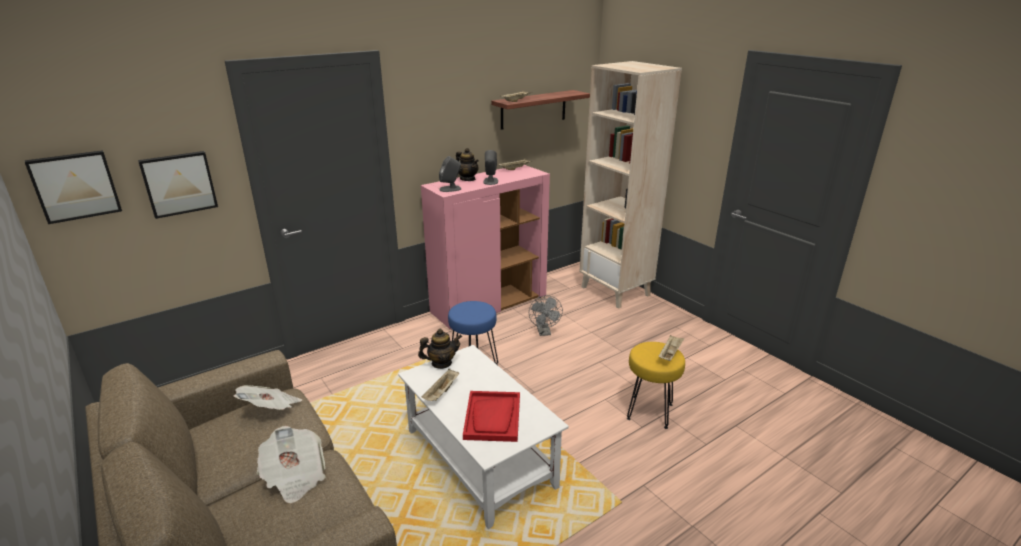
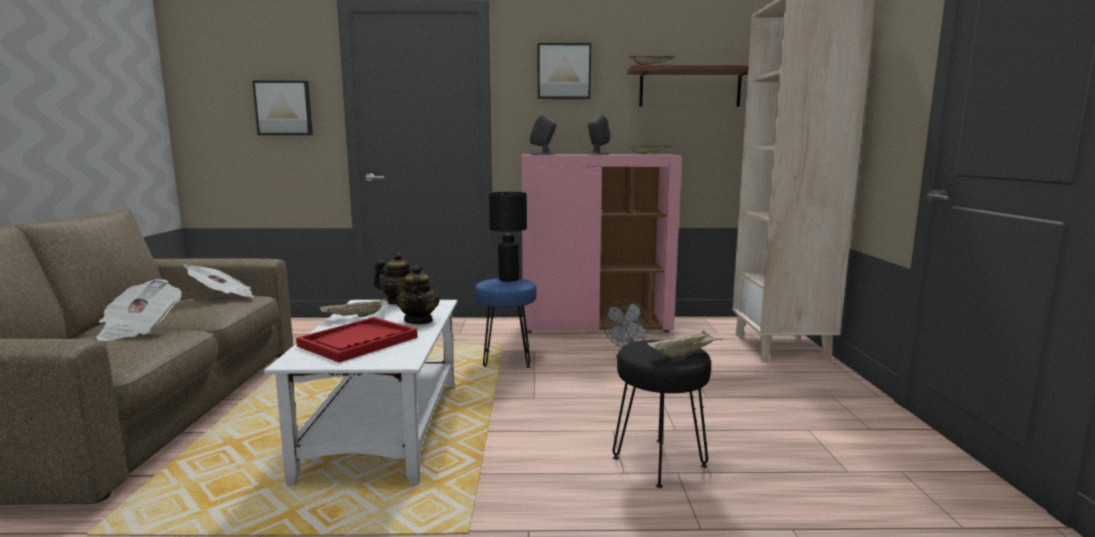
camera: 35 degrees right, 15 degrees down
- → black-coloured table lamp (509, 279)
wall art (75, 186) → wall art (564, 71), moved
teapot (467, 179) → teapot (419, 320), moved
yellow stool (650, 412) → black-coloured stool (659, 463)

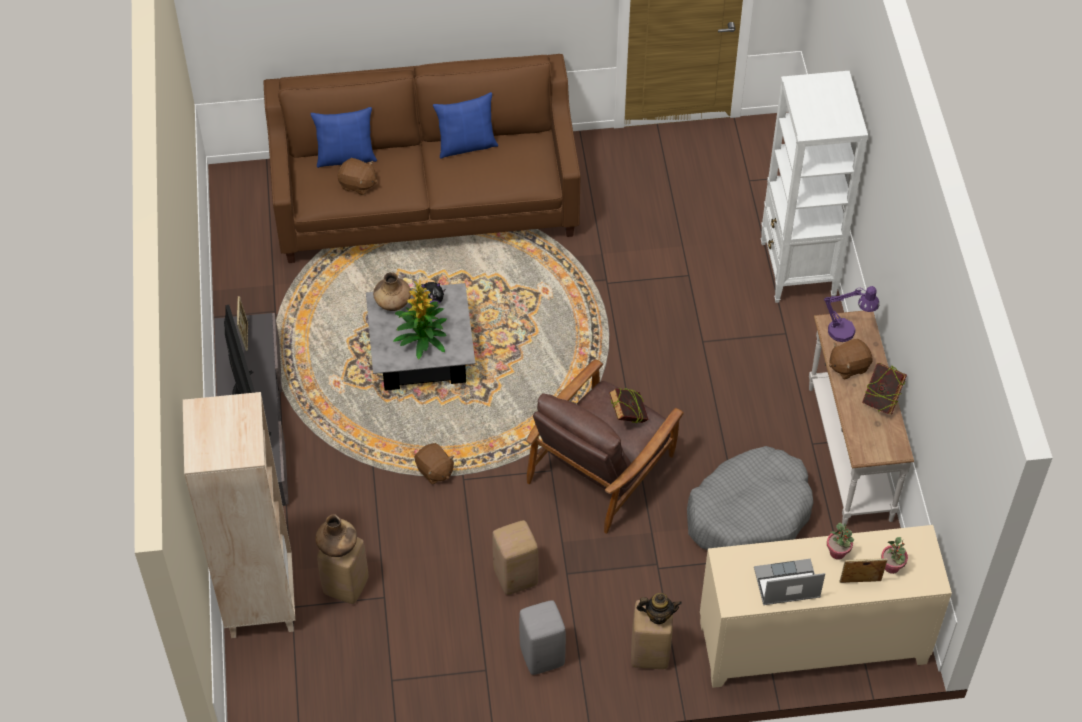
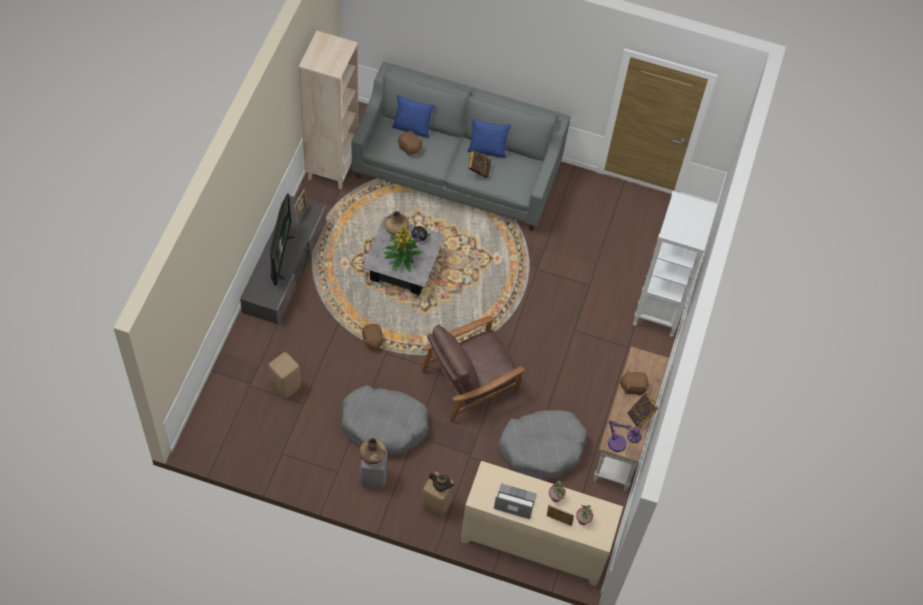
camera: 20 degrees right, 5 degrees up
sand-coloured bookshelf (260, 601) → sand-coloured bookshelf (331, 167), moved
brown decorative vase (337, 547) → brown decorative vase (372, 456), moved
volume (628, 417) → volume (478, 171), moved
purple-coloured table lamp (847, 332) → purple-coloured table lamp (620, 446), moved
sand-coloured stool (515, 578) → grey pet bed (383, 425)
brown sofa (425, 199) → grey sofa (457, 171)

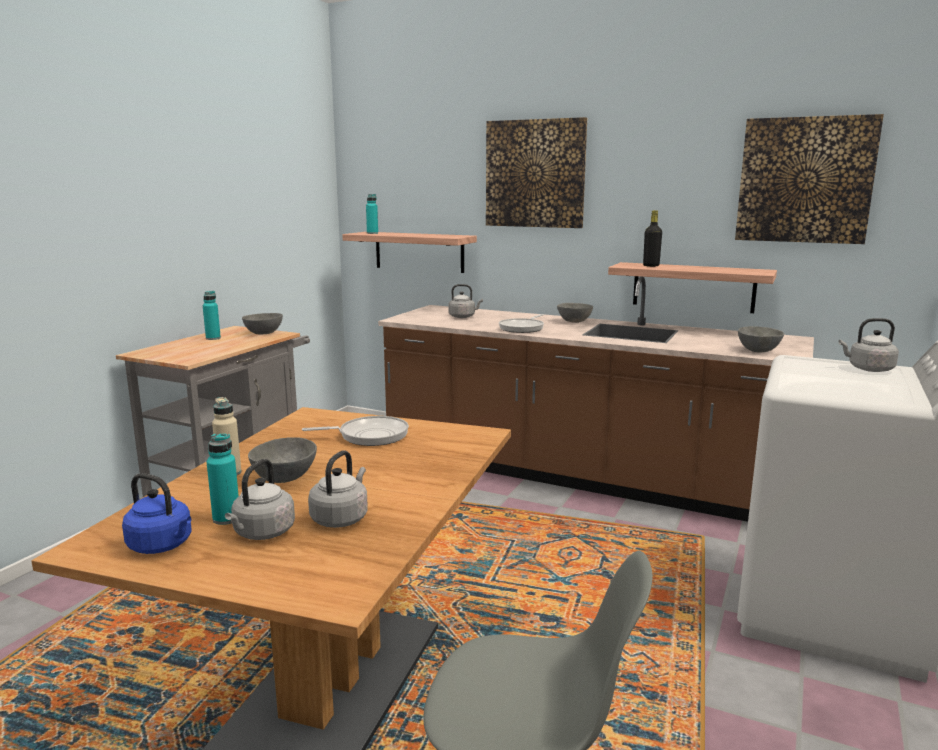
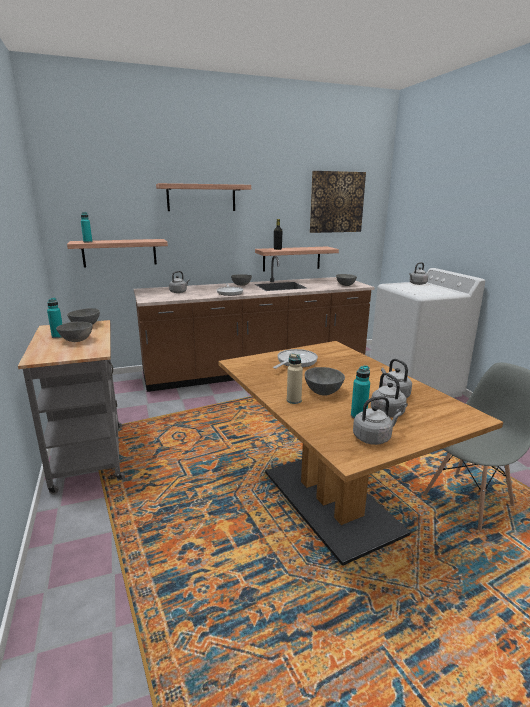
camera: 45 degrees left, 5 degrees up
- → grey deep dish (76, 340)
wall art (535, 174) → bracket shelf (201, 198)
bluish water kettle (162, 545) → grey water kettle (373, 438)

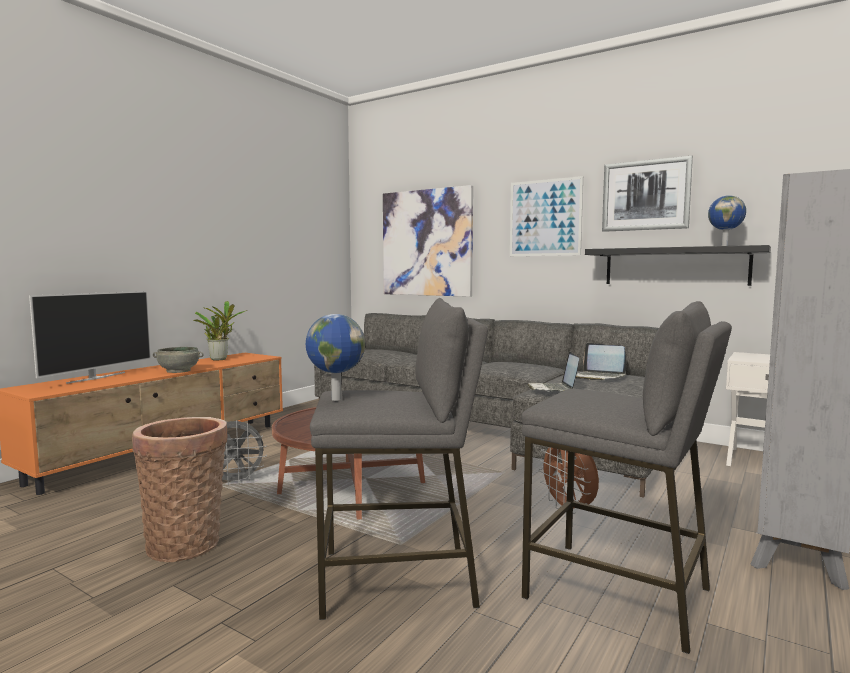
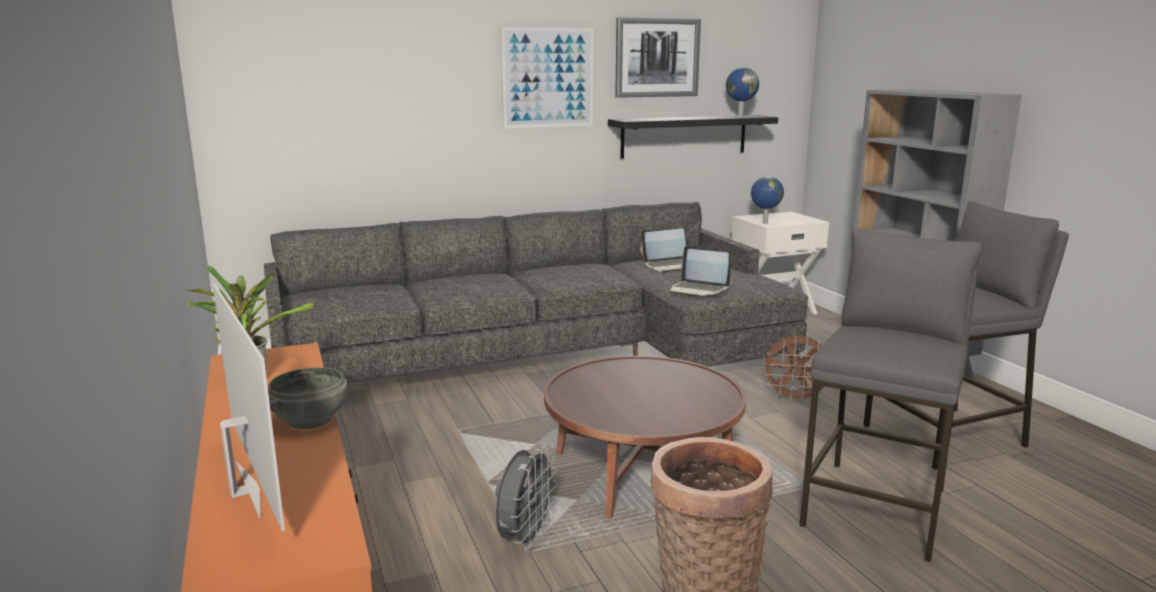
camera: 55 degrees left, 10 degrees up
wall art (427, 243) → -
globe (335, 399) → globe (764, 223), moved

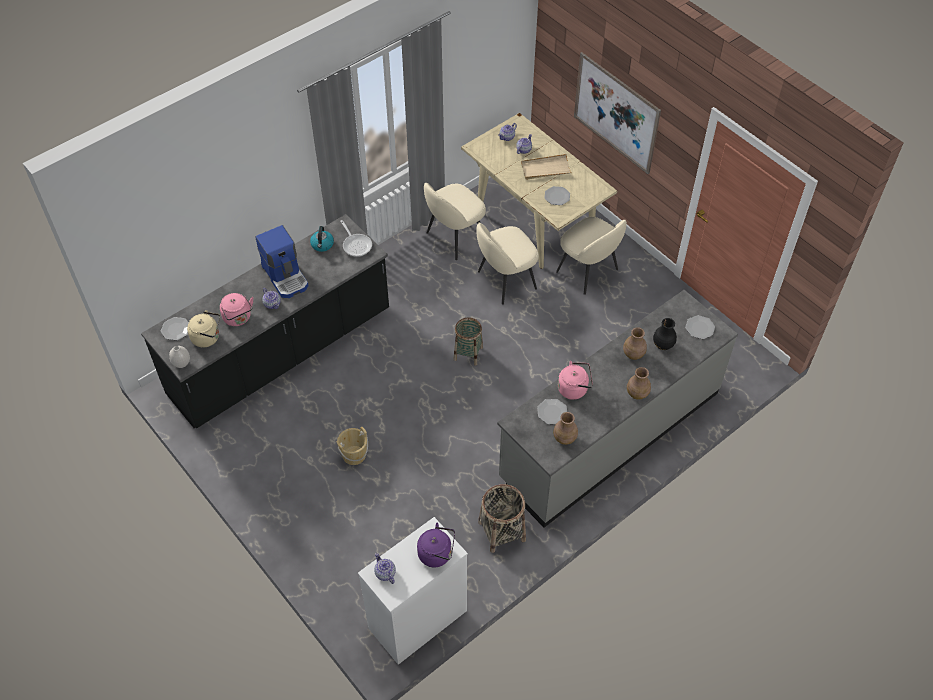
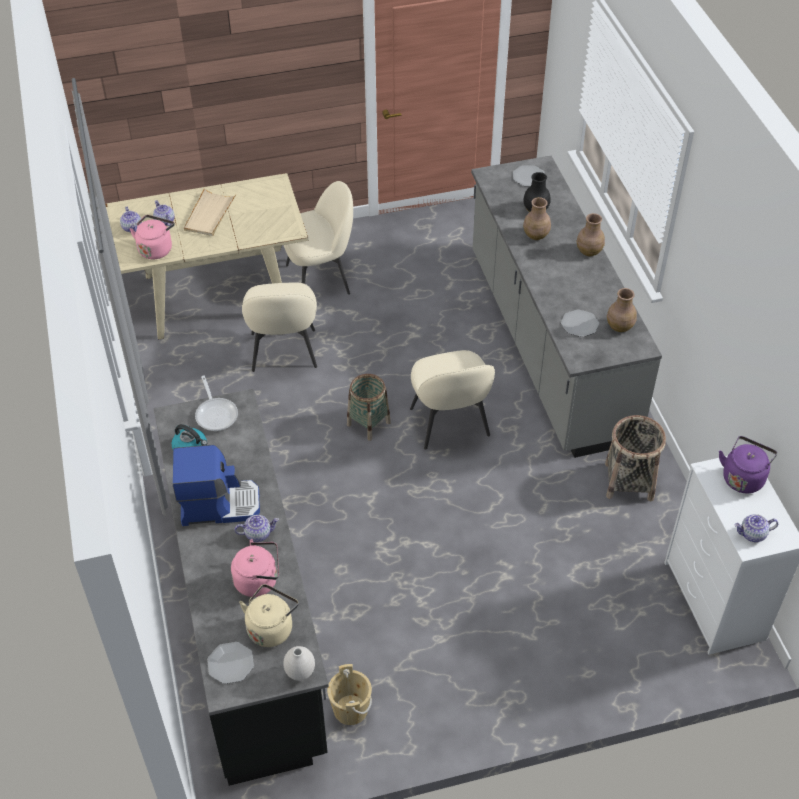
camera: 65 degrees left, 5 degrees down
plate (557, 196) → -
wall art (615, 113) → -
sand-coloured water bucket (354, 455) → sand-coloured water bucket (350, 709), moved
sand-coloured chair (454, 237) → sand-coloured chair (450, 424), moved
pinkish water kettle (574, 388) → pinkish water kettle (156, 249), moved
pan (356, 245) → pan (216, 413), 75 degrees clockwise

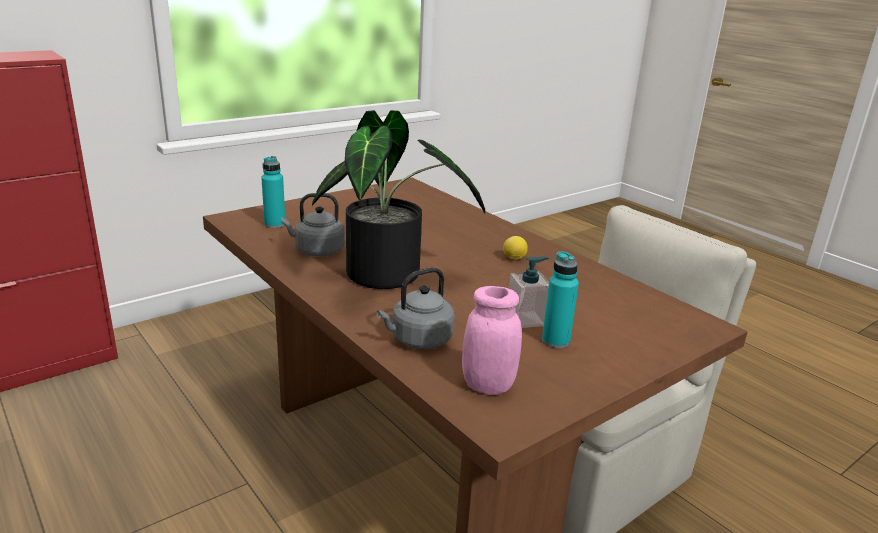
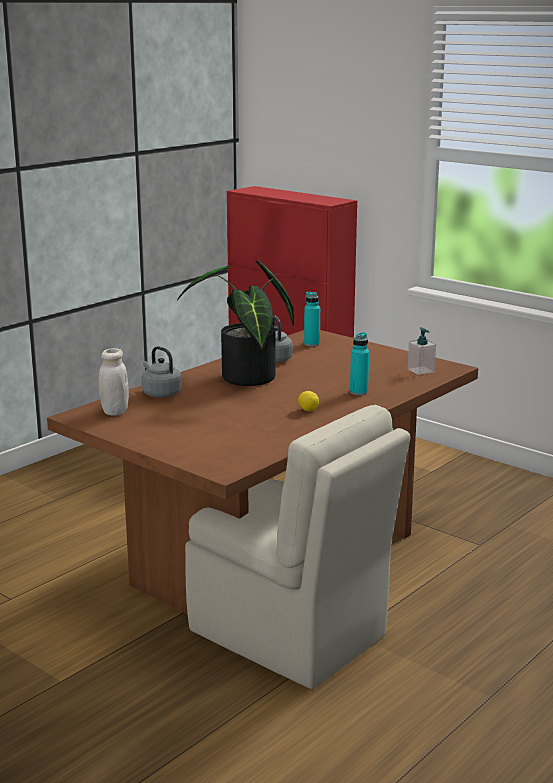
camera: 80 degrees right, 5 degrees down
liquid soap bottle (526, 319) → liquid soap bottle (421, 370), moved
turquoise beverage bottle (555, 341) → turquoise beverage bottle (358, 392), moved
pinkish storage jar (488, 386) → whitish storage jar (114, 411)

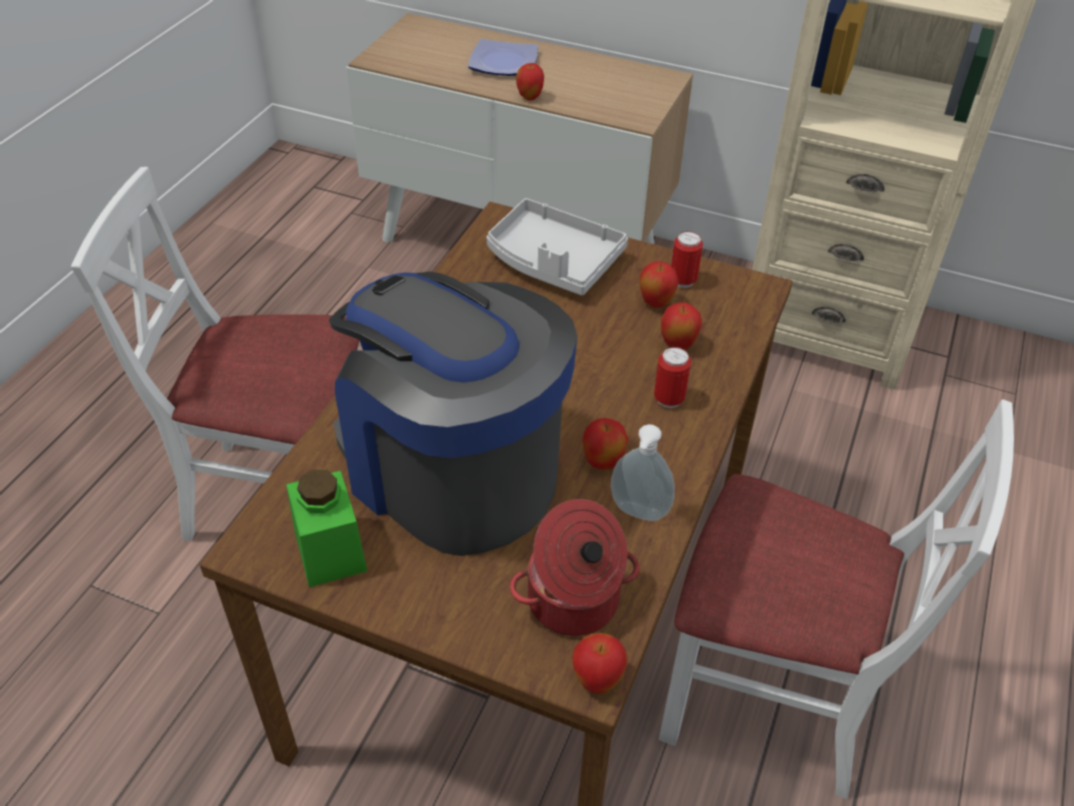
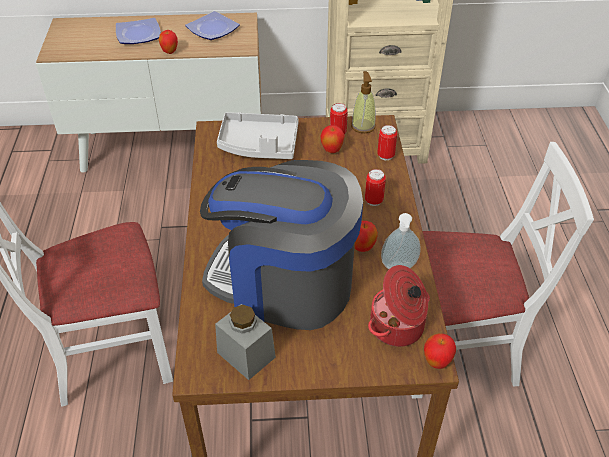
camera: 25 degrees left, 0 degrees up
apple (677, 345) → -
- → plate (213, 29)
- → liquid soap bottle (363, 126)
- → metal can (385, 156)
greenish storage jar (330, 550) → grey storage jar (246, 355)

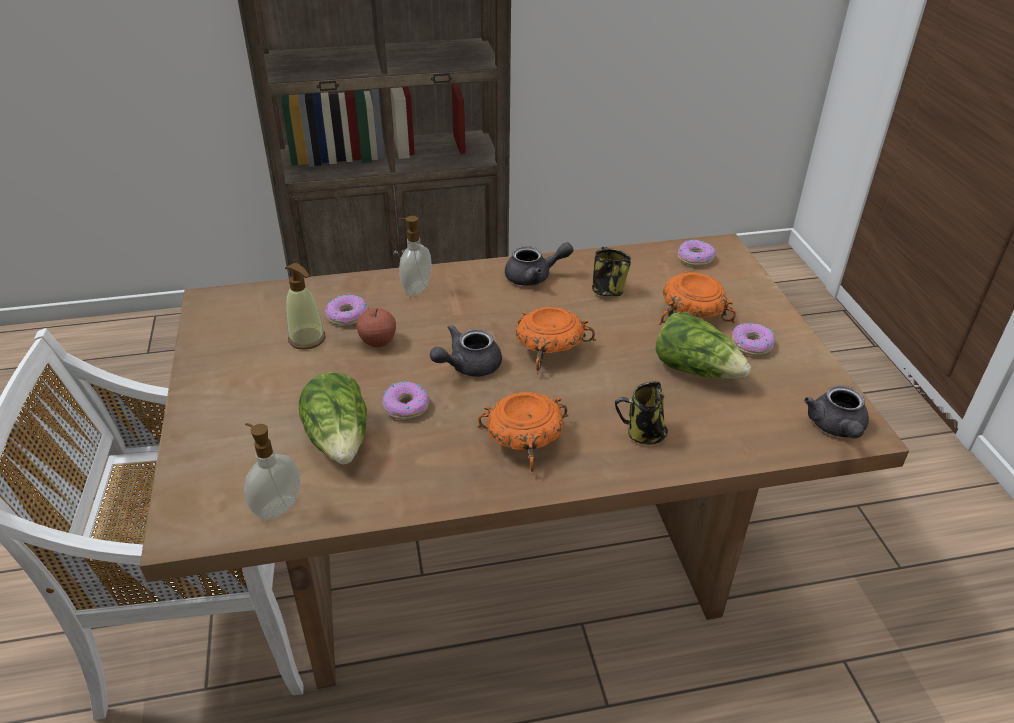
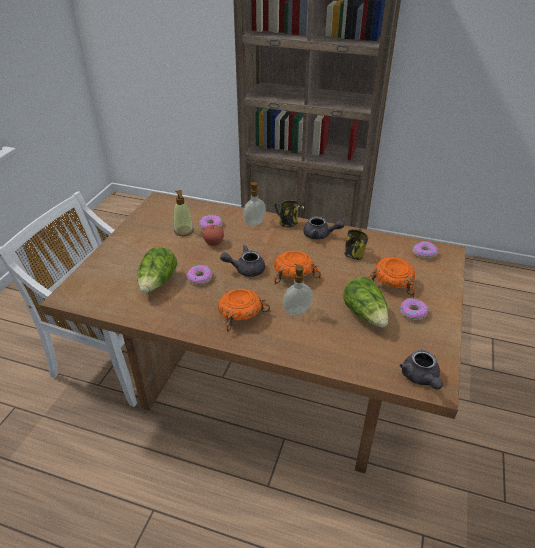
camera: 30 degrees right, 0 degrees up
liquid soap bottle (277, 507) → liquid soap bottle (296, 310), moved
tea mug (643, 434) → tea mug (287, 224), moved
grey teapot (836, 428) → grey teapot (421, 378), 45 degrees counterclockwise

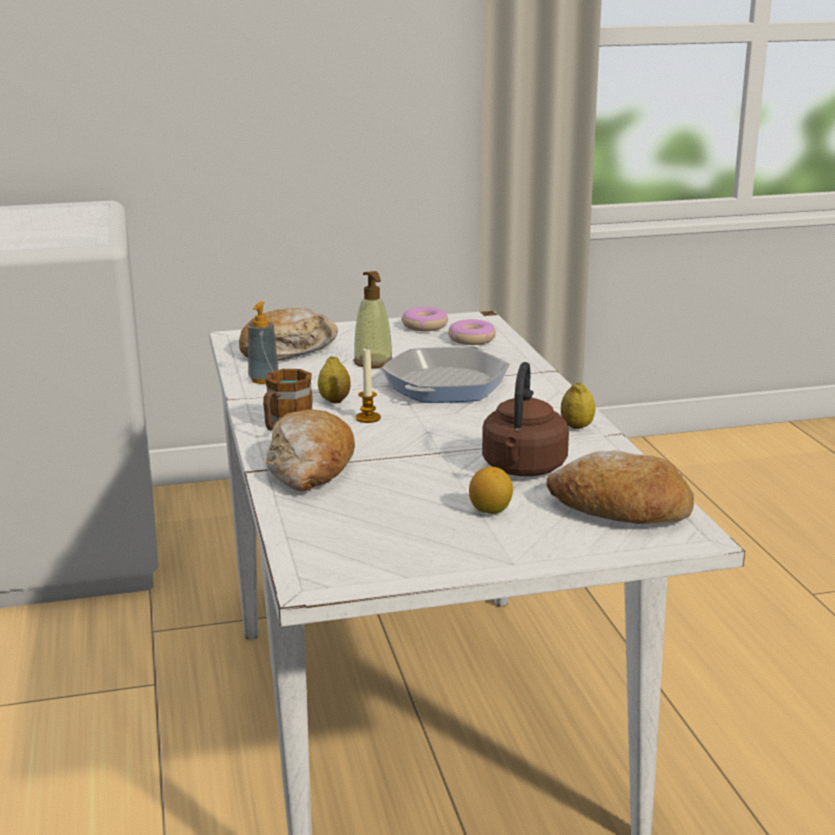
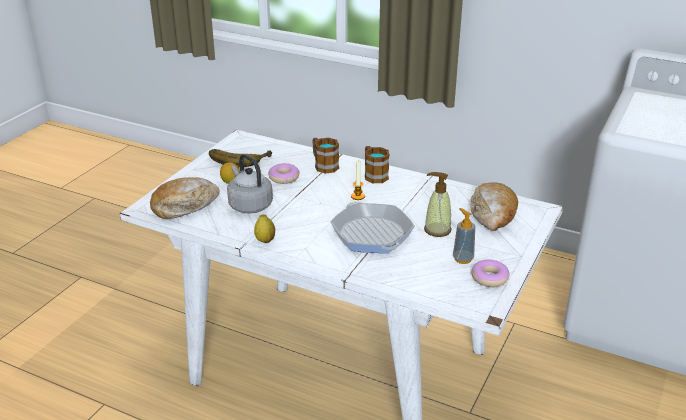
camera: 130 degrees right, 10 degrees up
whole lemon (334, 401) → -
- → banana fruit (238, 158)
liquid soap bottle (263, 379) → liquid soap bottle (463, 259), moved
doughnut (471, 339) → doughnut (284, 178), moved
bakery bread (310, 469) → tea mug (323, 165)
brown water kettle (523, 469) → grey water kettle (249, 205)

